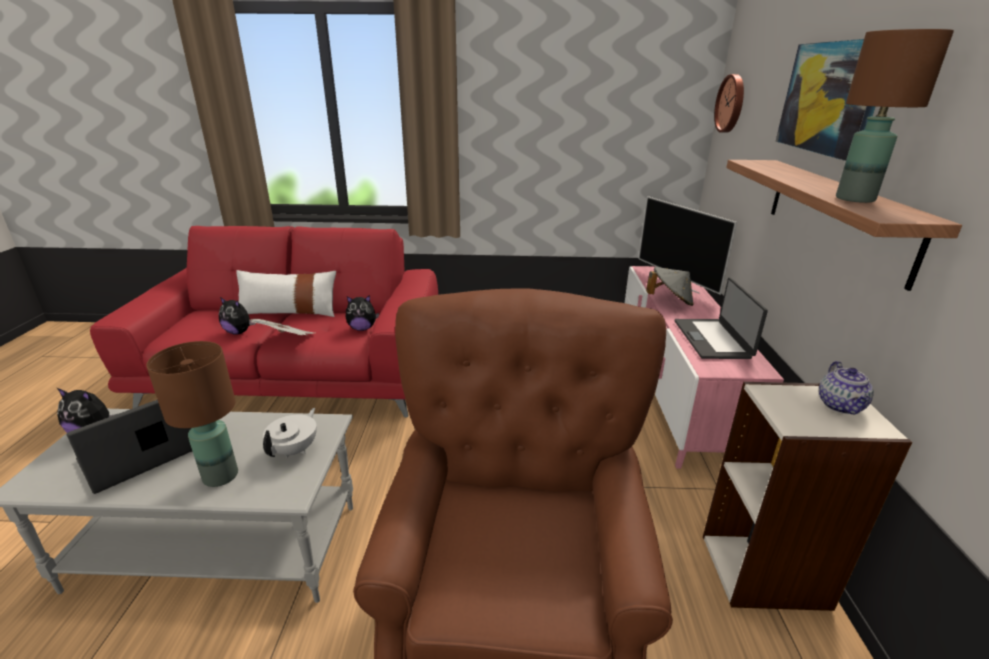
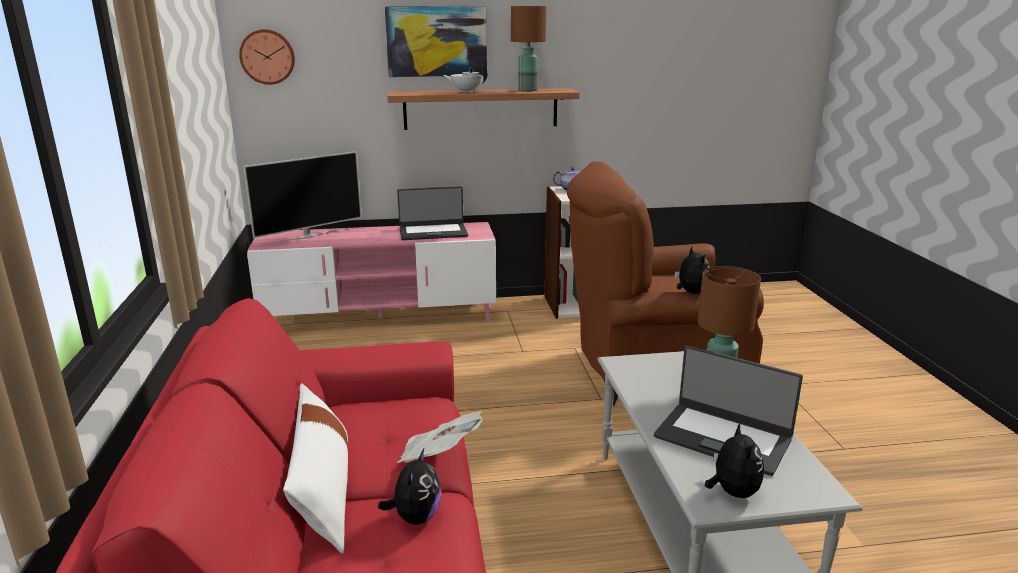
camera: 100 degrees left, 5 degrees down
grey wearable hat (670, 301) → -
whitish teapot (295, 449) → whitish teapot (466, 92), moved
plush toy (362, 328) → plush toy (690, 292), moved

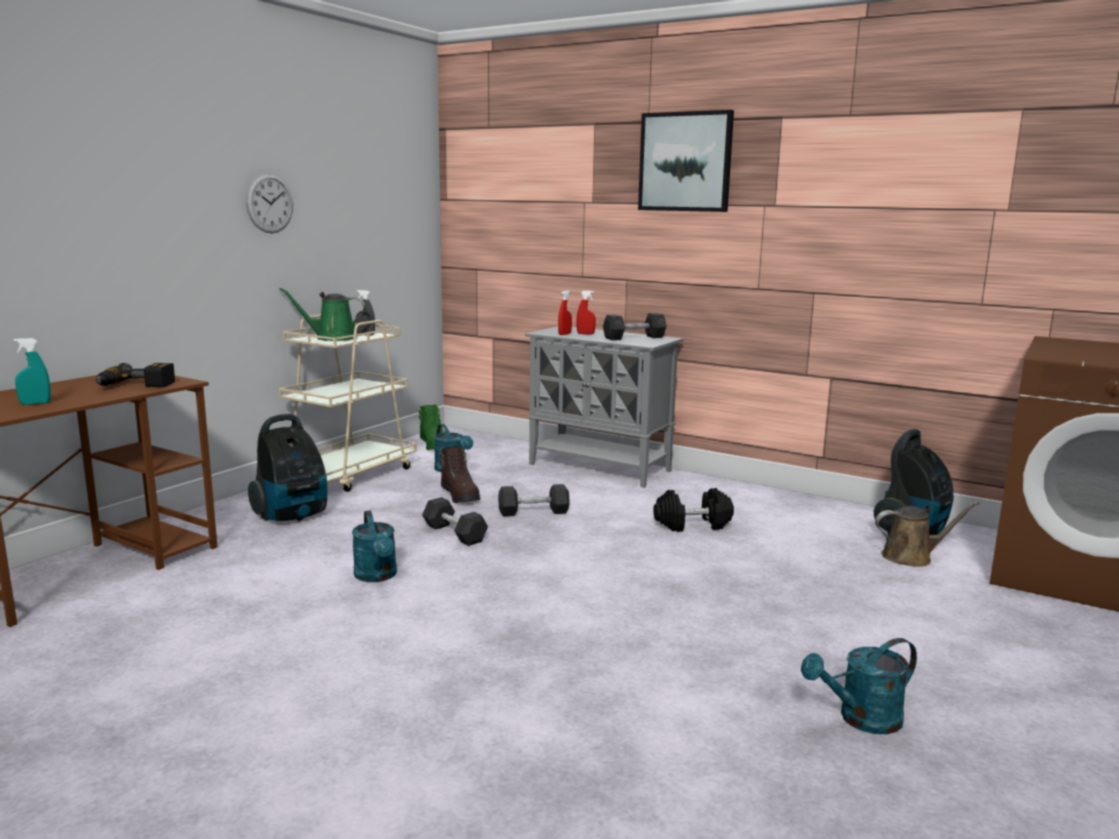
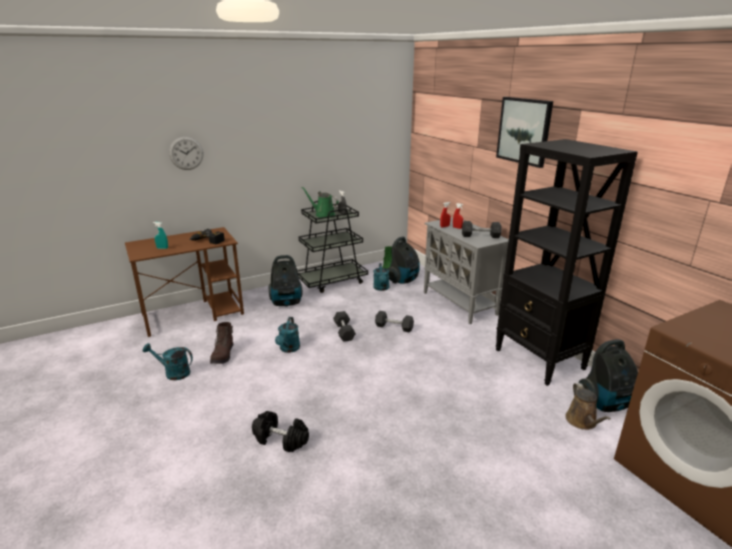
camera: 30 degrees right, 10 degrees up
- → vacuum (403, 280)
- → black-coloured bookshelf (540, 360)
clock on the wall (269, 203) → clock on the wall (186, 153), moved
brown tall boot (460, 496) → brown tall boot (223, 355), moved
black-coloured free weight (692, 525) → black-coloured free weight (280, 440), moved
turquoise watering can (861, 719) → turquoise watering can (173, 373), moved
sand-coloured cart (349, 474) → black-coloured cart (332, 281)
brown watering can (911, 557) → brown watering can (582, 422), 60 degrees clockwise

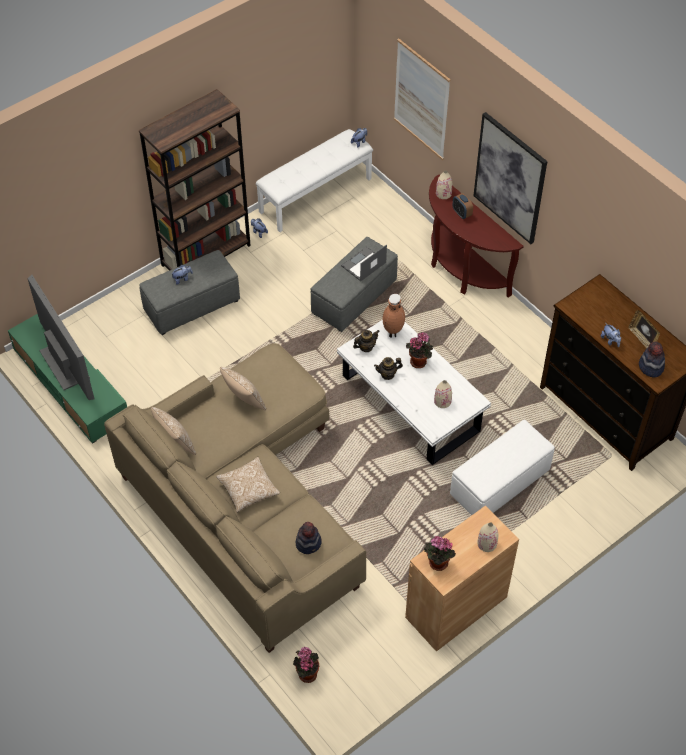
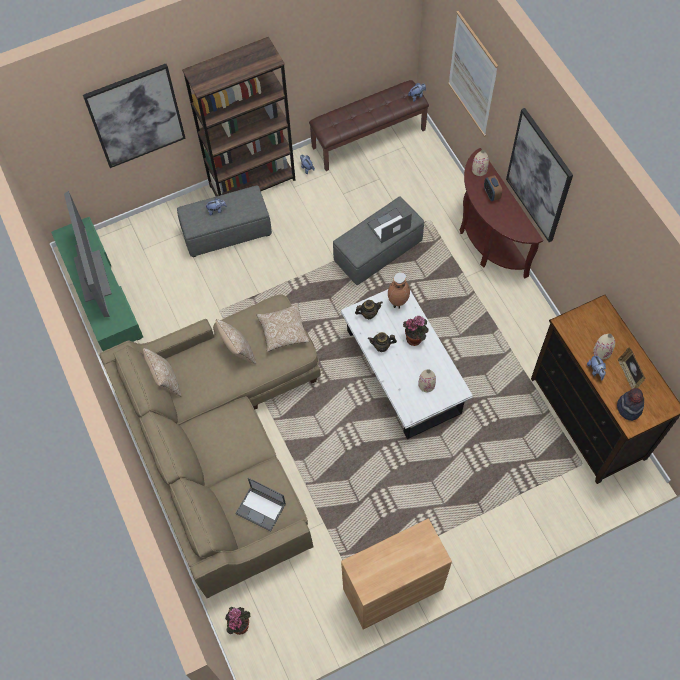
camera: 15 degrees right, 10 degrees up
potted plant (437, 563) → -
whitish ottoman (499, 484) → -
- → wall art (136, 116)
throw pillow (248, 489) → throw pillow (283, 332), moved
sand-coloured decorative vase (487, 543) → sand-coloured decorative vase (602, 351), moved
wearable hat (308, 543) → notebook computer (261, 509)
whitish bench (315, 195) → brown bench (368, 138)

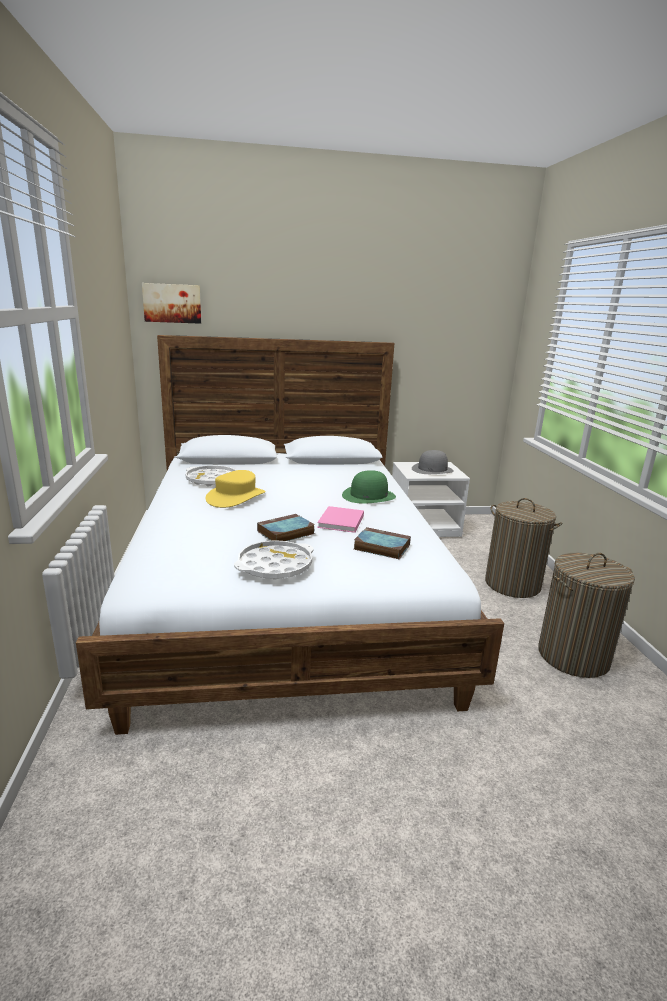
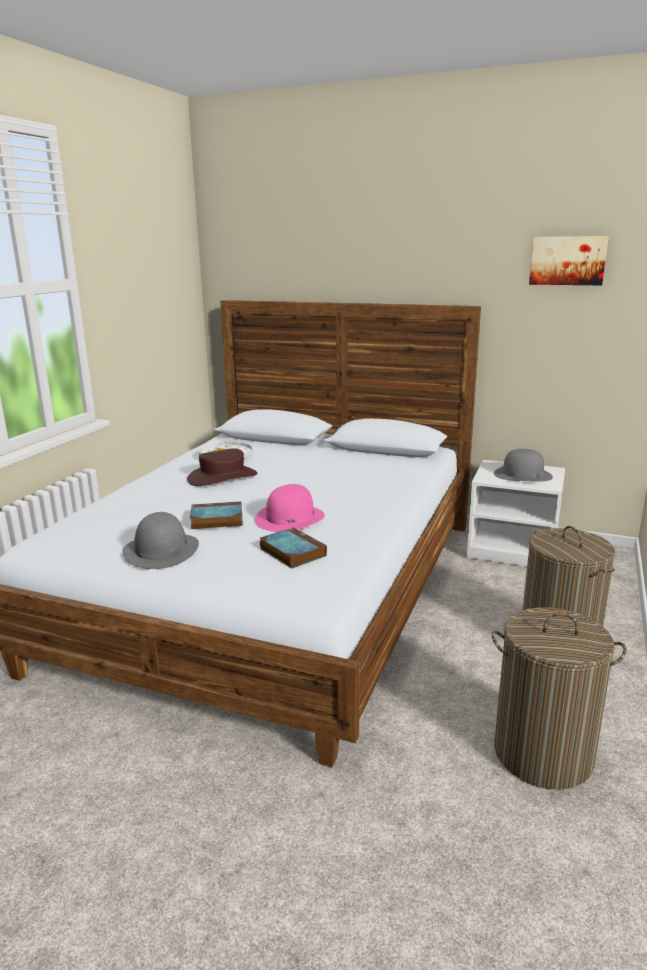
camera: 30 degrees right, 0 degrees up
greenish wearable hat (368, 496) → -
wall art (172, 303) → wall art (567, 260), moved
whitish tray (275, 566) → grey wearable hat (161, 550)
pinkish volume (340, 522) → pinkish wearable hat (290, 518)
yellow wearable hat (236, 497) → brown wearable hat (222, 477)

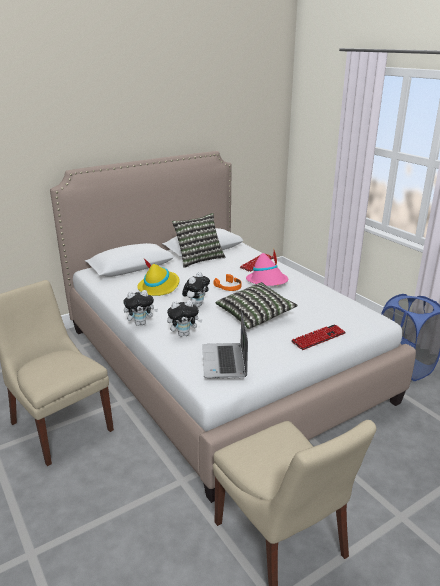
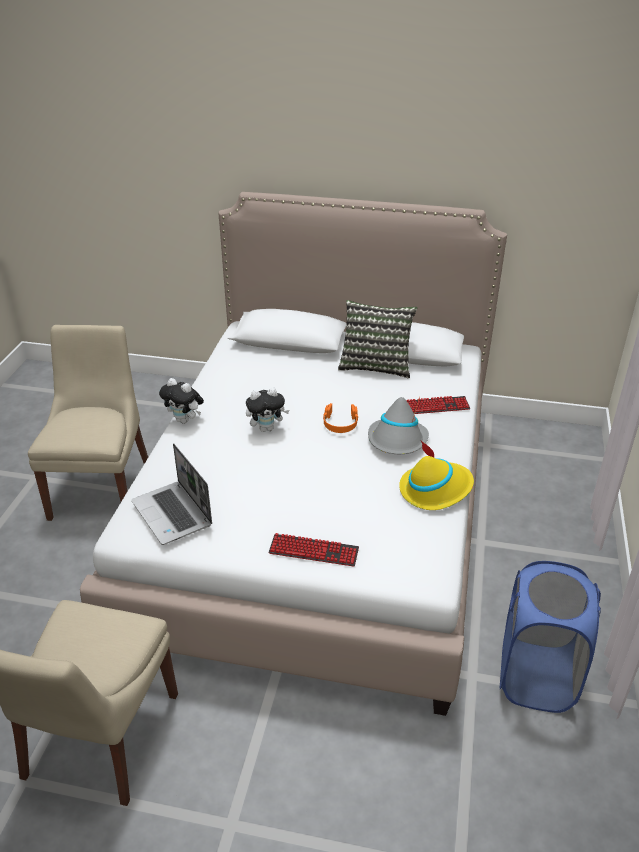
camera: 45 degrees right, 10 degrees up
plush toy (184, 334) → -
throw pillow (255, 315) → -
yellow wearable hat (159, 287) → yellow wearable hat (435, 489), moved
pinkish wearable hat (267, 281) → grey wearable hat (397, 440)
notebook computer (225, 362) → notebook computer (173, 514), 75 degrees counterclockwise

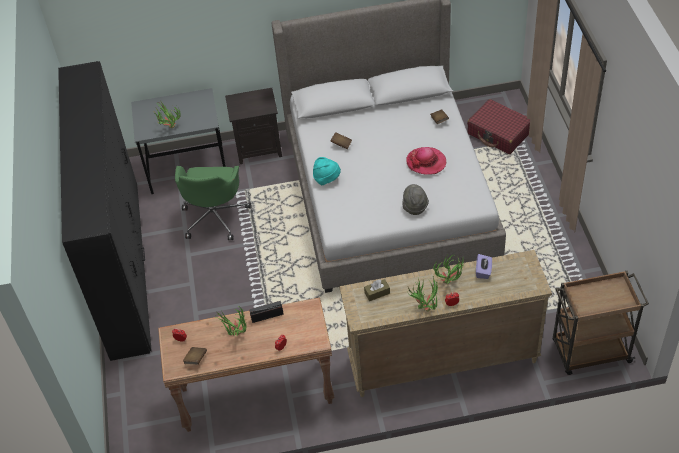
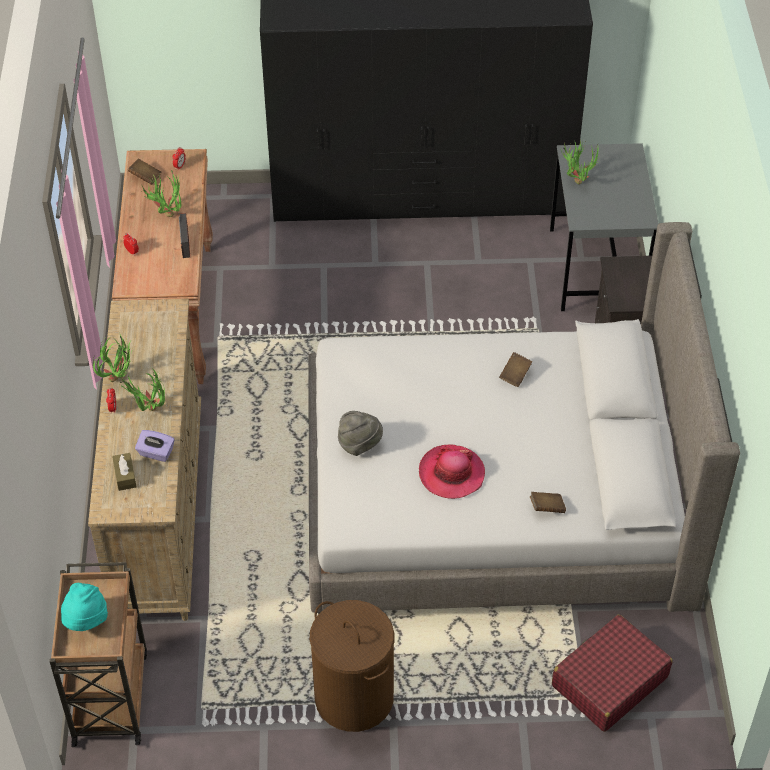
camera: 95 degrees right, 0 degrees up
greenish desk chair (215, 216) → -
- → brown hamper (353, 697)
turquoise wearable hat (327, 179) → turquoise wearable hat (86, 620), moved
brown box of tissues (377, 293) → brown box of tissues (125, 476), moved

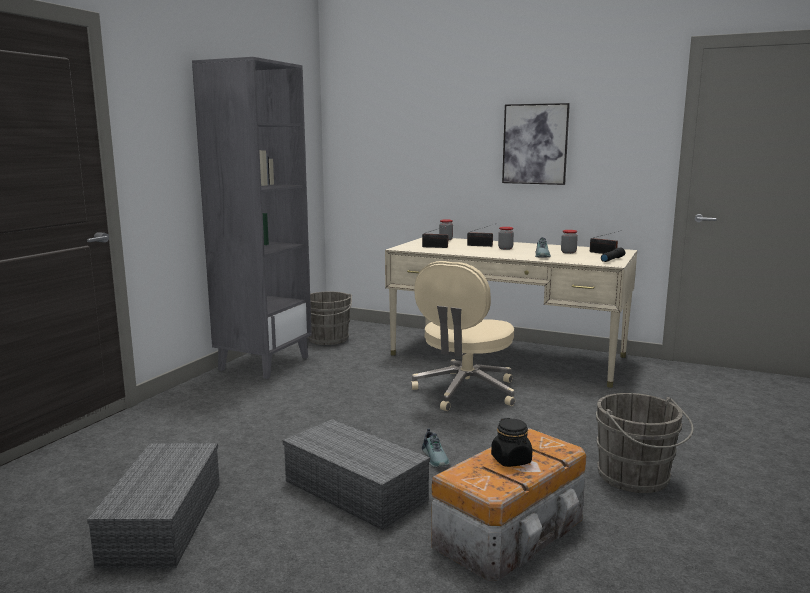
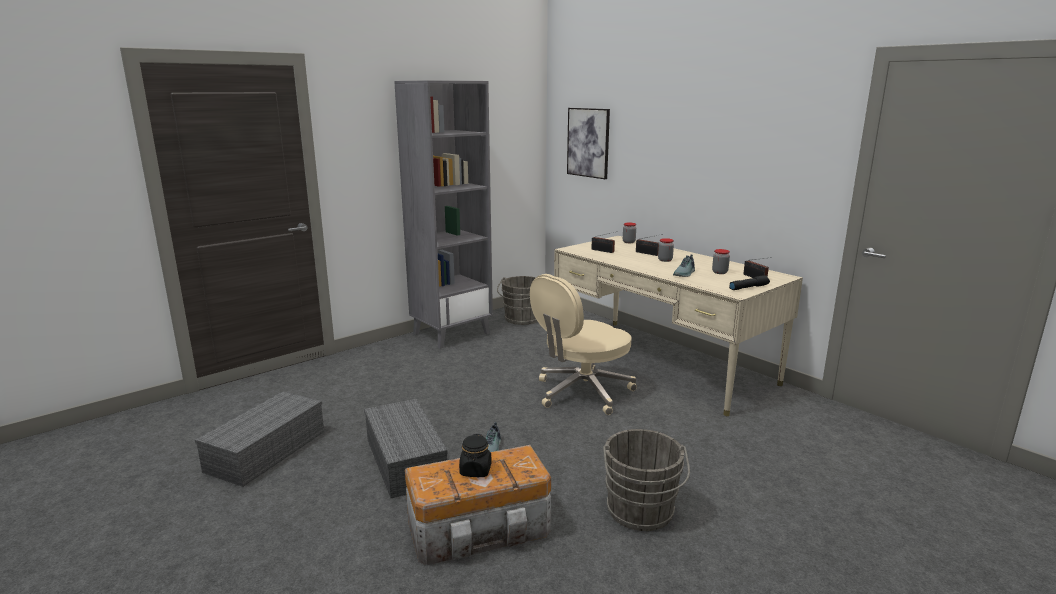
camera: 25 degrees right, 5 degrees up
wall art (535, 144) → wall art (588, 142), moved

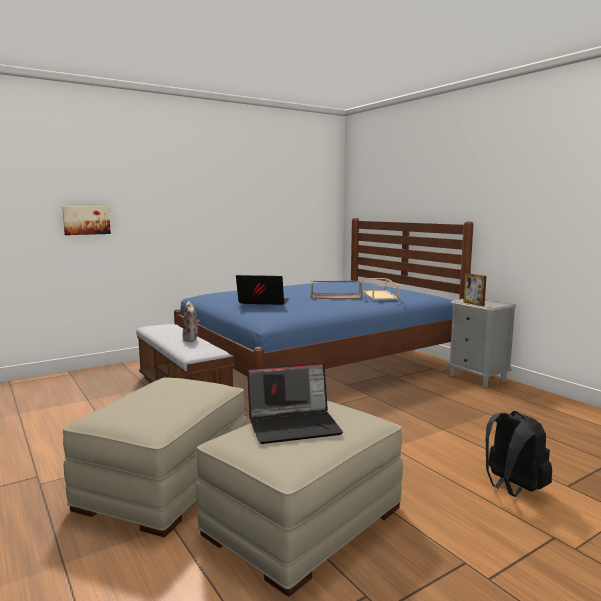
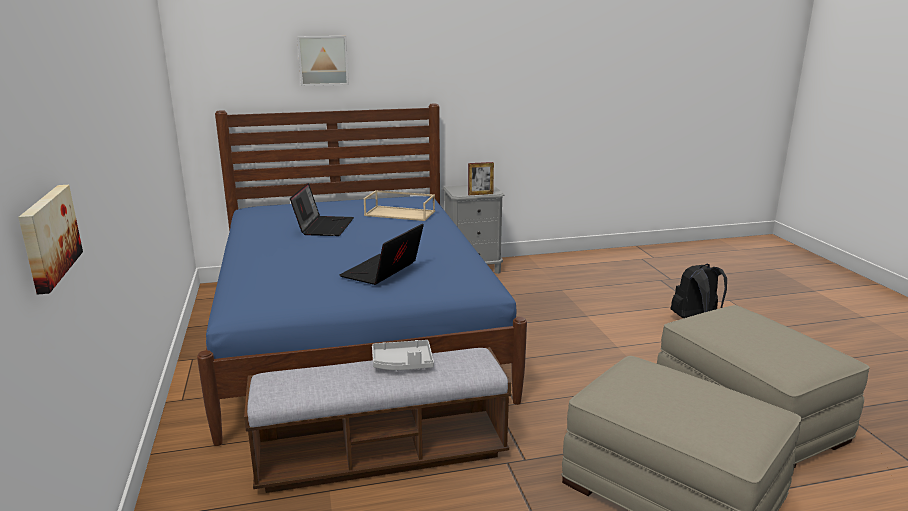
camera: 70 degrees left, 10 degrees up
brown tray (336, 296) → -
- → wall art (323, 60)
notebook computer (294, 425) → notebook computer (324, 226), moved
plush toy (191, 339) → grey tray (403, 364)

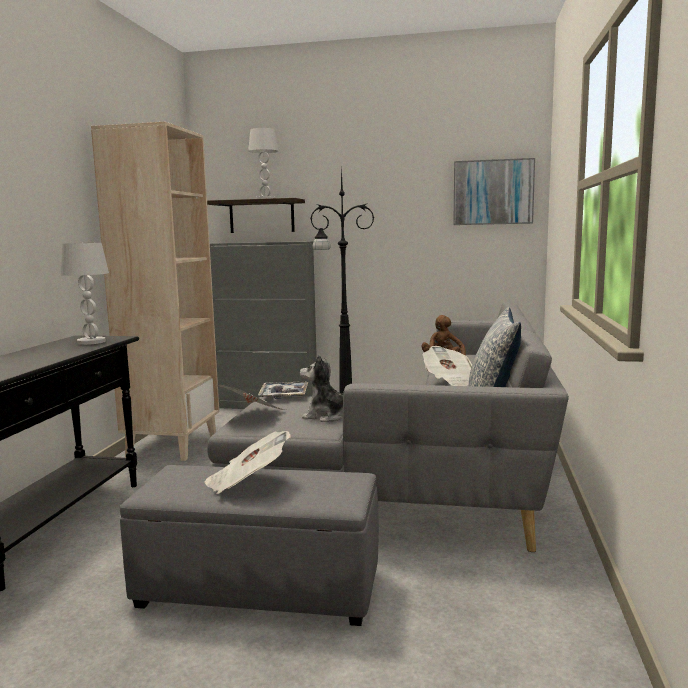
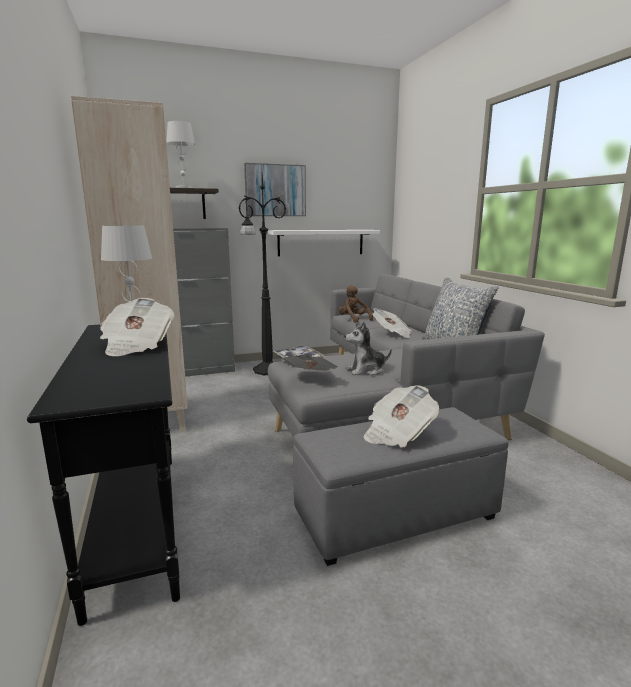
camera: 30 degrees left, 5 degrees up
- → printed paper (136, 346)
- → whitish bracket shelf (321, 242)
wall art (493, 192) → wall art (275, 190), moved

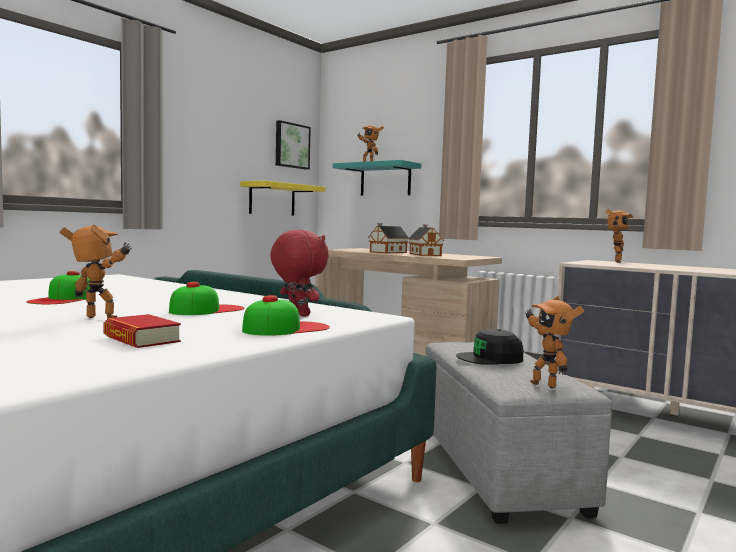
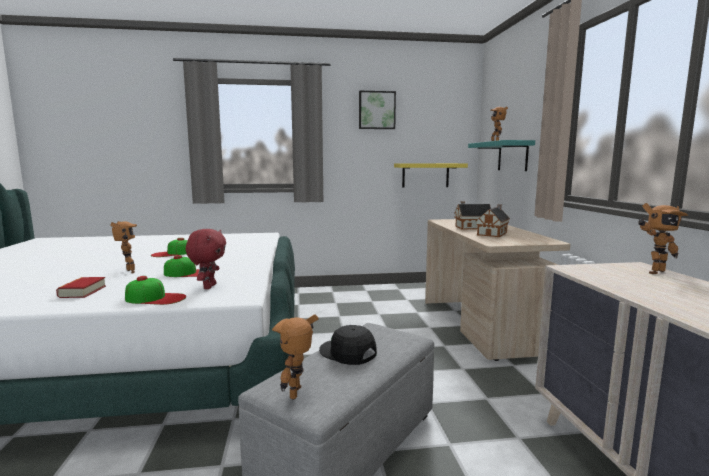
camera: 45 degrees right, 5 degrees up
wall art (291, 145) → wall art (376, 110), moved

